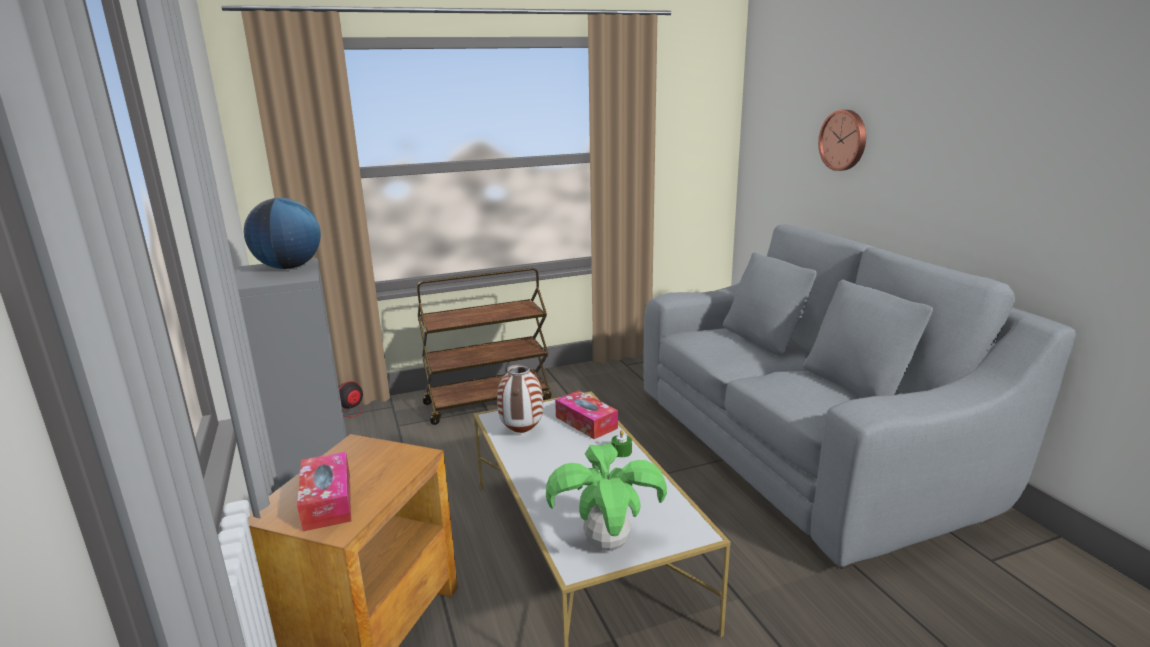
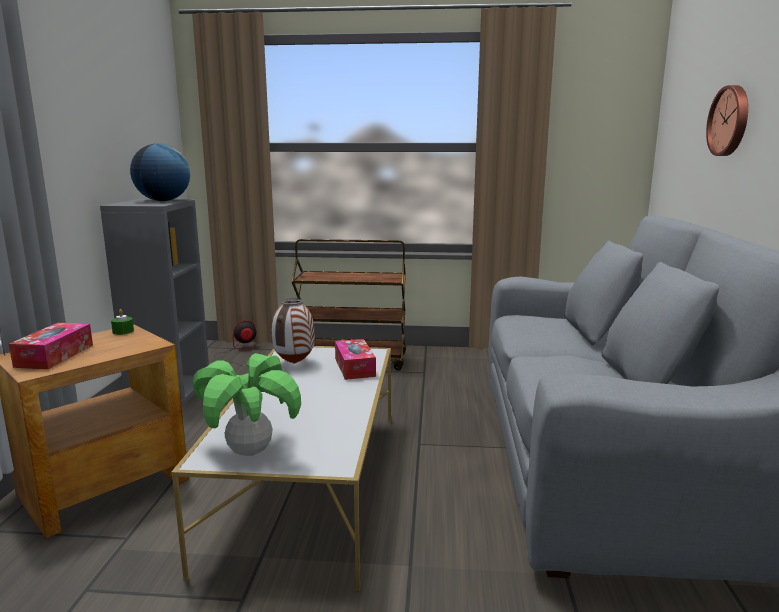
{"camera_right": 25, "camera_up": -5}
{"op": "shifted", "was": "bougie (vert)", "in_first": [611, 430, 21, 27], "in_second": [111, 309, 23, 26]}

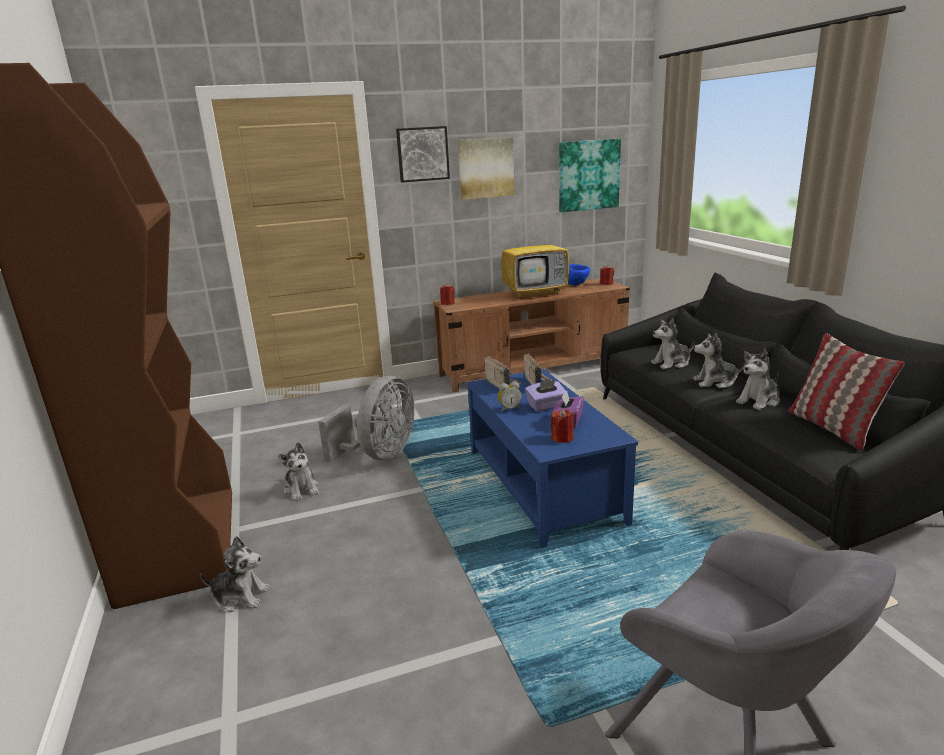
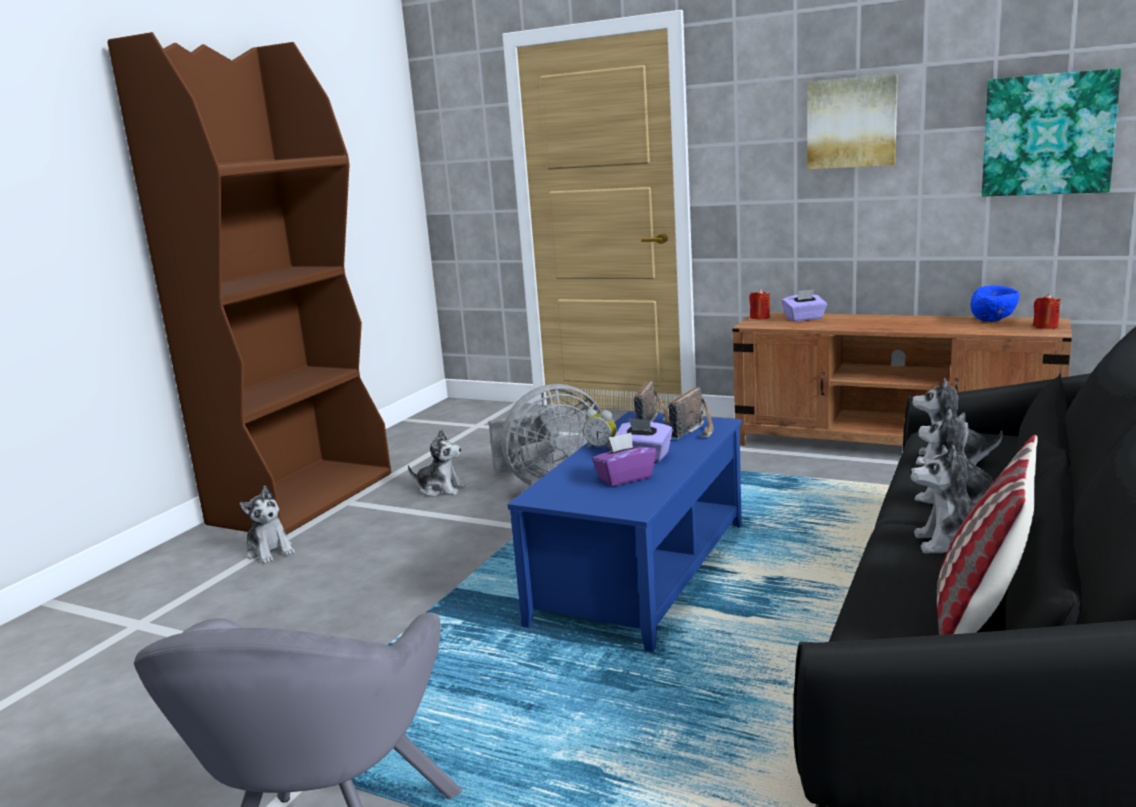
{"camera_right": 45, "camera_up": -5}
{"op": "rotated", "was": "peluche", "in_first": [278, 442, 41, 59], "in_second": [408, 429, 58, 68], "clockwise": -90}
{"op": "gone", "was": "tableau", "in_first": [396, 126, 54, 56]}
{"op": "gone", "was": "téléviseur", "in_first": [501, 227, 68, 72]}
{"op": "gone", "was": "bougie (rouge)", "in_first": [551, 408, 23, 35]}
{"op": "new", "now": "boîte à mouchoirs (violet)", "in_second": [782, 289, 45, 33]}

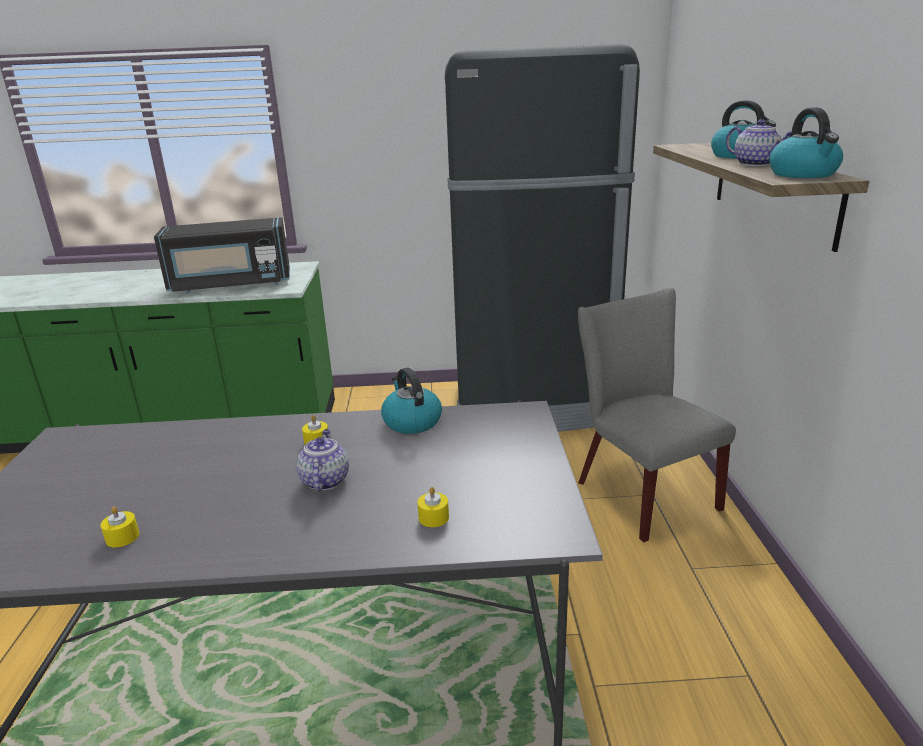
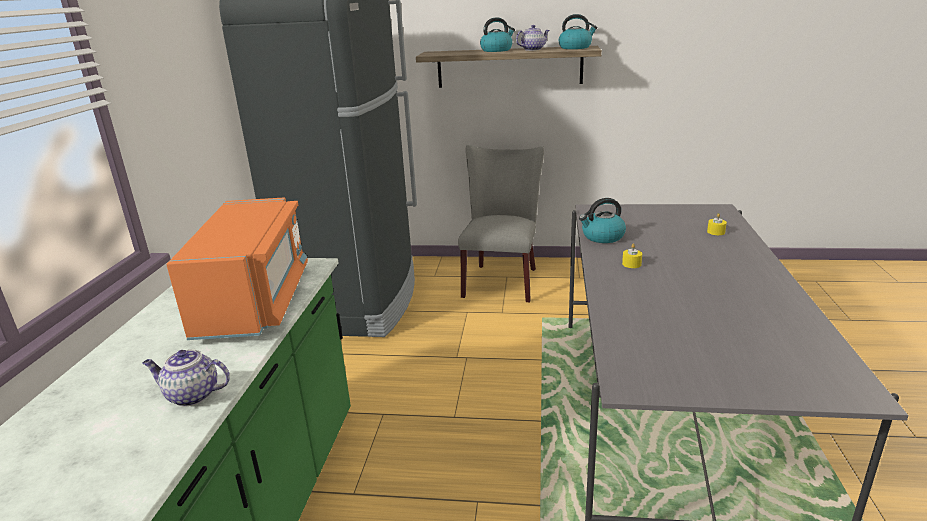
{"camera_right": -80, "camera_up": 0}
{"op": "gone", "was": "bougie (jaune)", "in_first": [100, 506, 39, 41]}
{"op": "repainted", "was": "micro-ondes (noir)", "now": "micro-ondes (orange)", "in_first": [154, 217, 136, 76], "in_second": [166, 197, 142, 143]}
{"op": "shifted", "was": "théière", "in_first": [296, 429, 53, 62], "in_second": [143, 350, 87, 56]}
{"op": "rotated", "was": "chaise (gris)", "in_first": [578, 288, 158, 254], "in_second": [458, 145, 86, 157], "clockwise": 120}

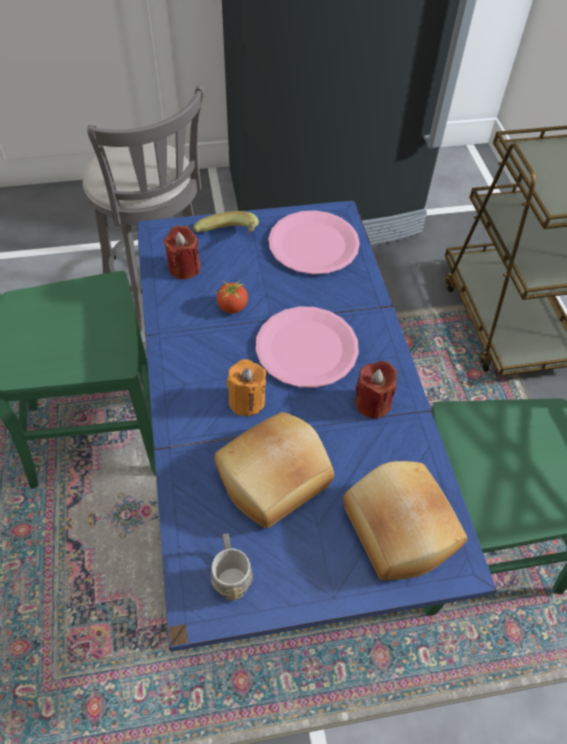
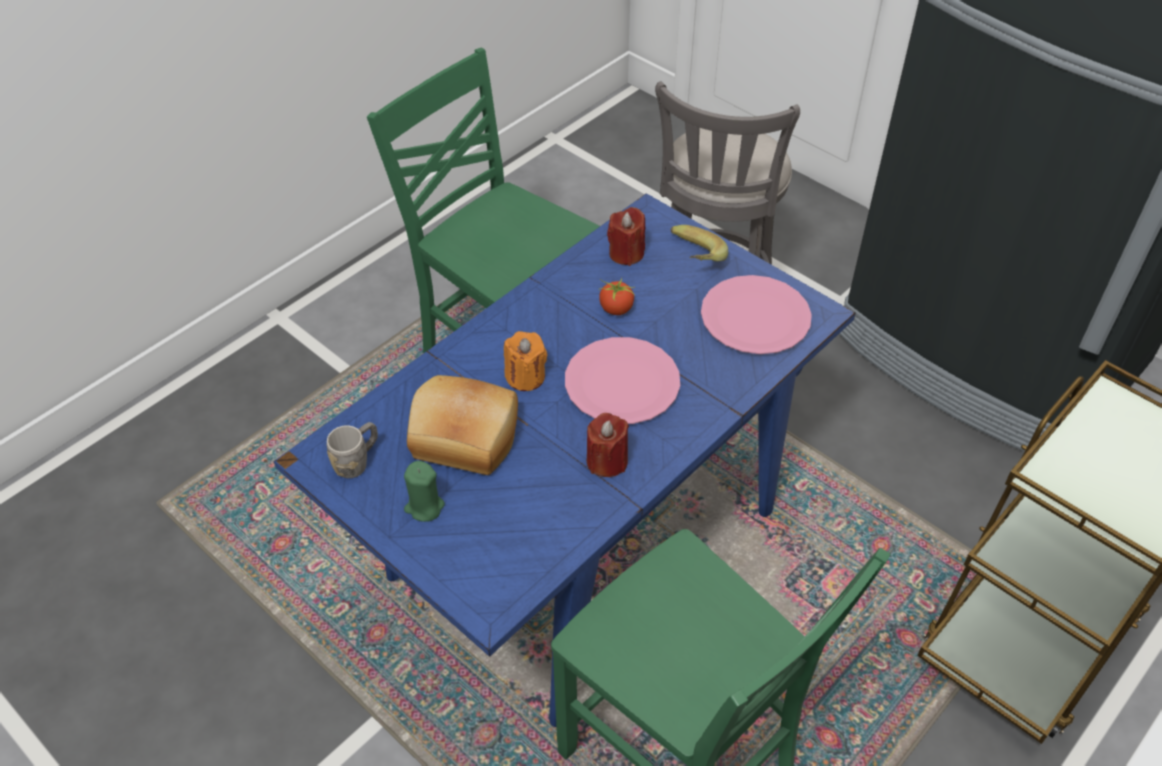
{"camera_right": 55, "camera_up": -5}
{"op": "gone", "was": "pain", "in_first": [343, 461, 124, 119]}
{"op": "new", "now": "bougie (vert)", "in_second": [404, 461, 41, 61]}

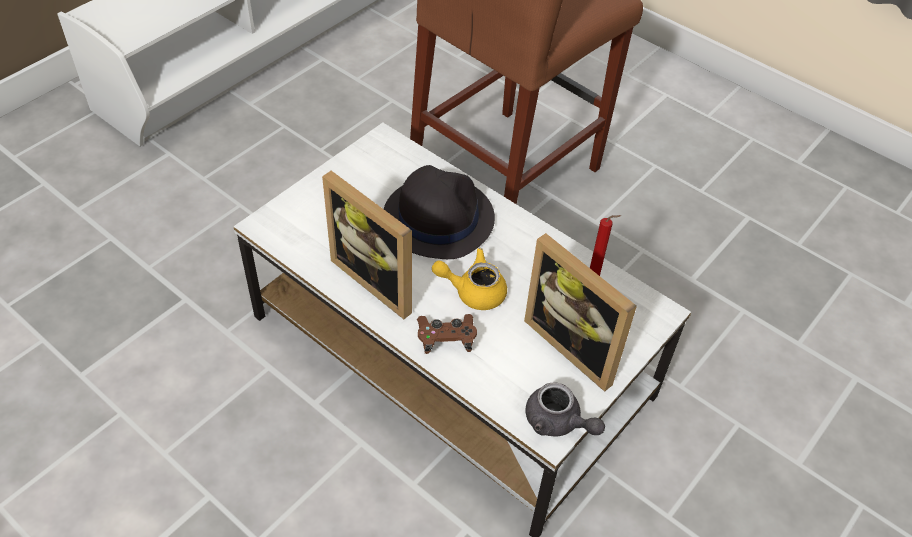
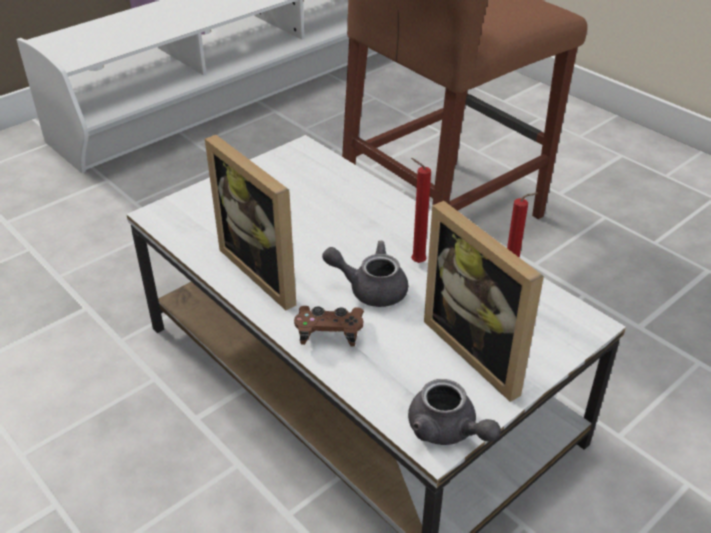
{"camera_right": 10, "camera_up": -10}
{"op": "gone", "was": "chapeau (noir)", "in_first": [384, 165, 111, 94]}
{"op": "repainted", "was": "théière (jaune)", "now": "théière (gris)", "in_first": [432, 248, 75, 62], "in_second": [322, 241, 86, 66]}
{"op": "new", "now": "bougie (rouge)", "in_second": [411, 158, 20, 105]}

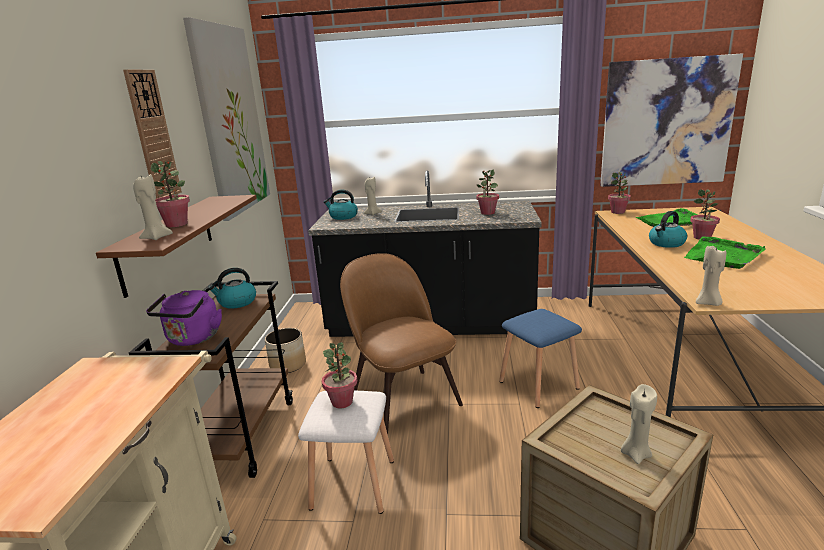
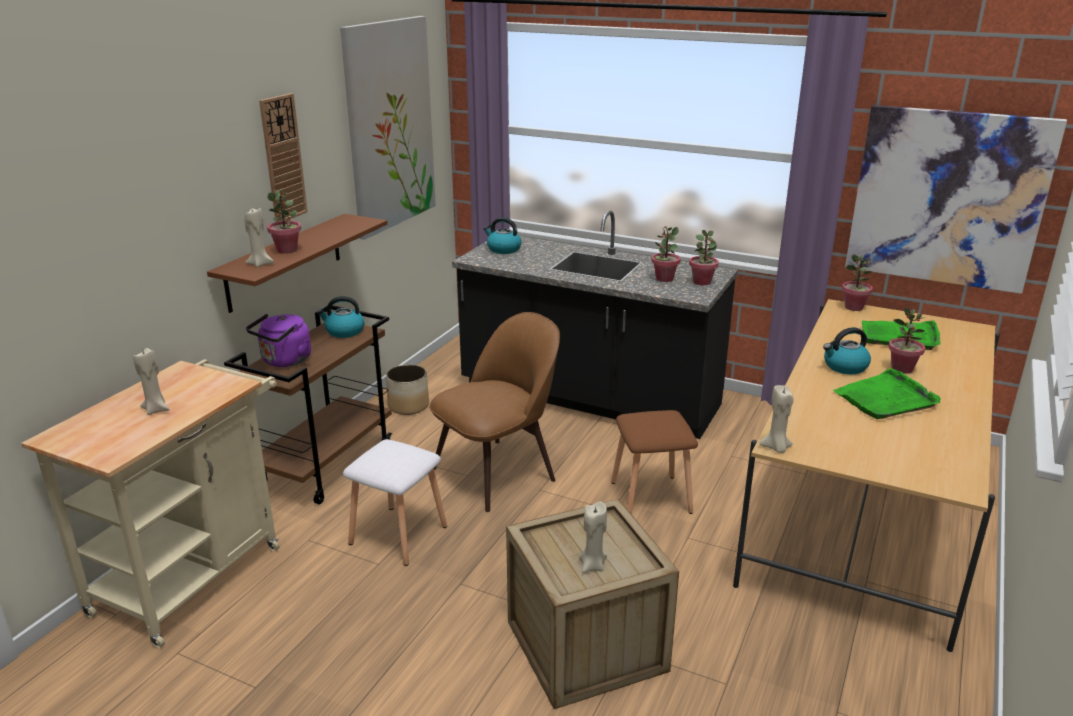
{"camera_right": 20, "camera_up": 5}
{"op": "shifted", "was": "plante en pot", "in_first": [322, 342, 35, 66], "in_second": [689, 230, 30, 55]}
{"op": "rotated", "was": "chaise (marron)", "in_first": [340, 253, 123, 181], "in_second": [429, 312, 131, 200], "clockwise": 60}
{"op": "shifted", "was": "bougie (beige)", "in_first": [364, 177, 18, 38], "in_second": [133, 348, 37, 67]}
{"op": "repainted", "was": "tabouret (bleu)", "now": "tabouret (marron)", "in_first": [499, 309, 83, 99], "in_second": [611, 410, 87, 104]}

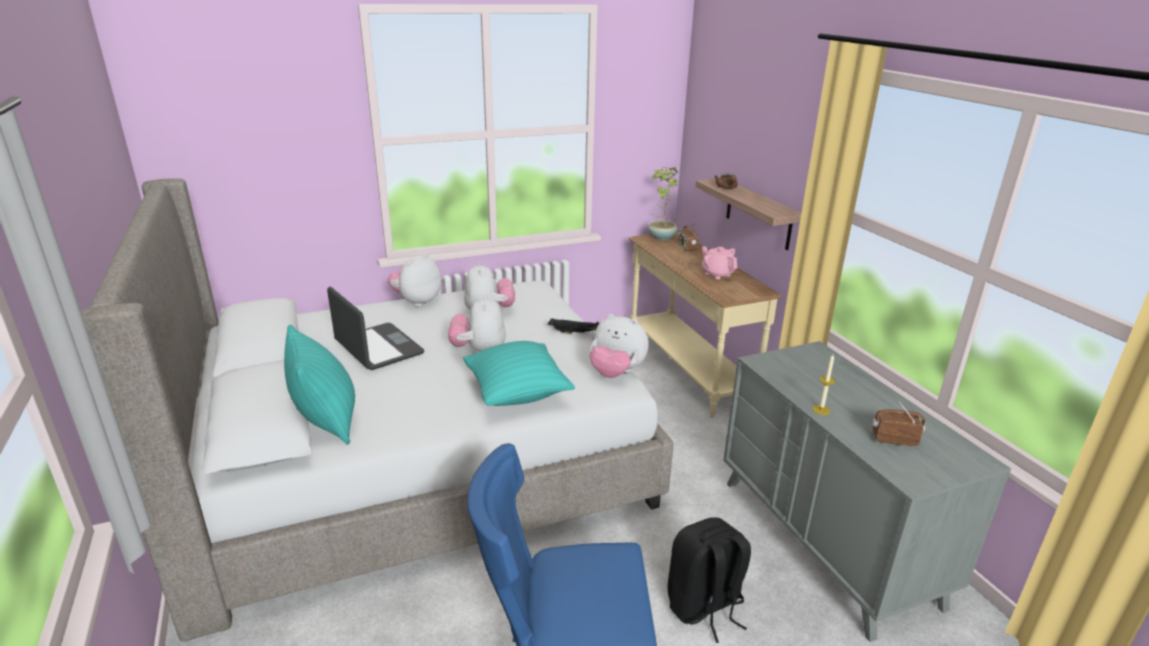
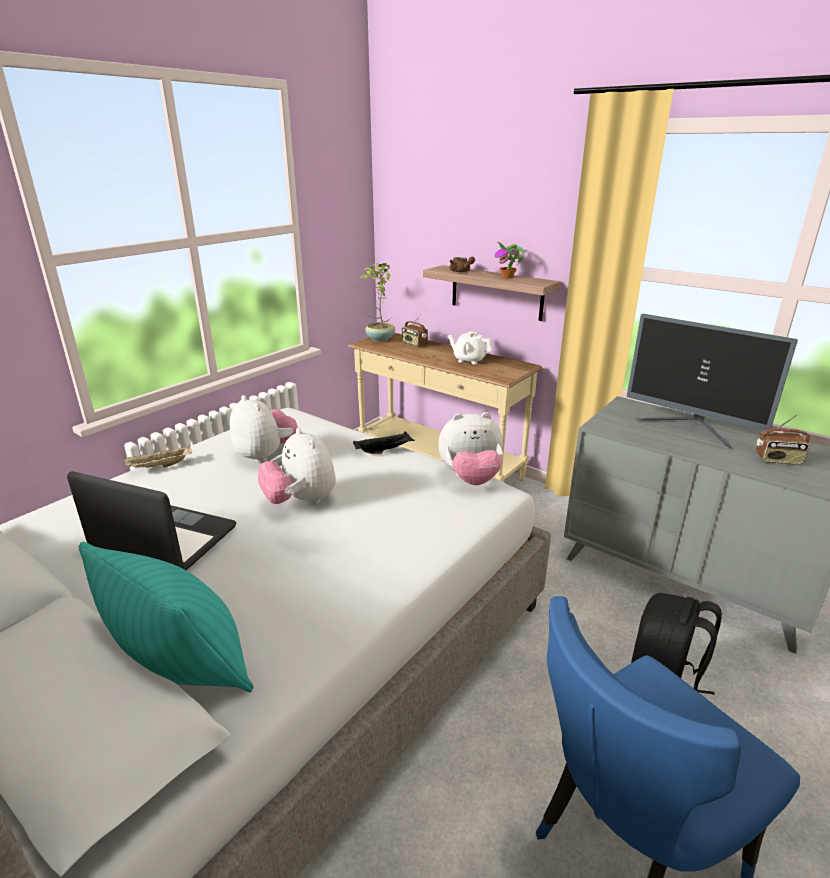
{"camera_right": -30, "camera_up": 0}
{"op": "swapped", "was": "peluche", "now": "plateau (beige)", "in_first": [388, 254, 53, 53], "in_second": [124, 445, 68, 23]}
{"op": "gone", "was": "coussin (turquoise)", "in_first": [463, 341, 112, 65]}
{"op": "repainted", "was": "théière (rose)", "now": "théière (blanc)", "in_first": [702, 246, 35, 33], "in_second": [448, 332, 45, 32]}
{"op": "gone", "was": "bougie", "in_first": [813, 355, 22, 60]}
{"op": "rotated", "was": "radio", "in_first": [872, 401, 54, 45], "in_second": [756, 415, 54, 50], "clockwise": -150}
{"op": "new", "now": "plante en pot", "in_second": [494, 242, 30, 36]}
{"op": "new", "now": "écran d'ordinateur", "in_second": [627, 314, 171, 135]}

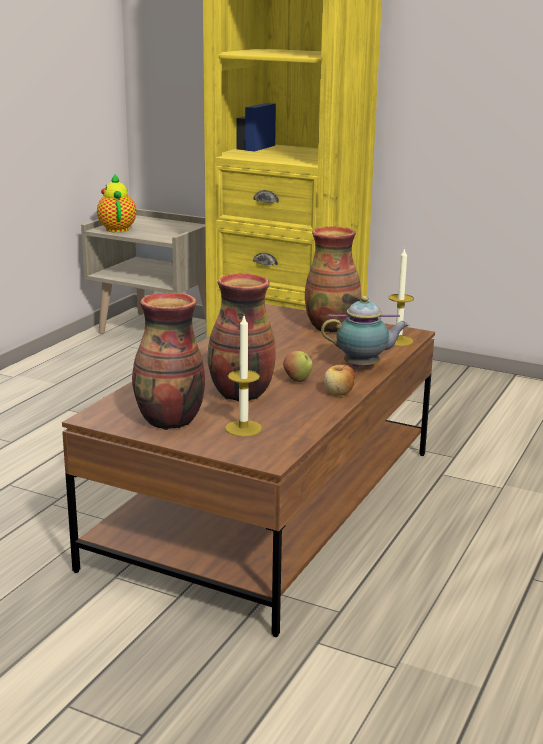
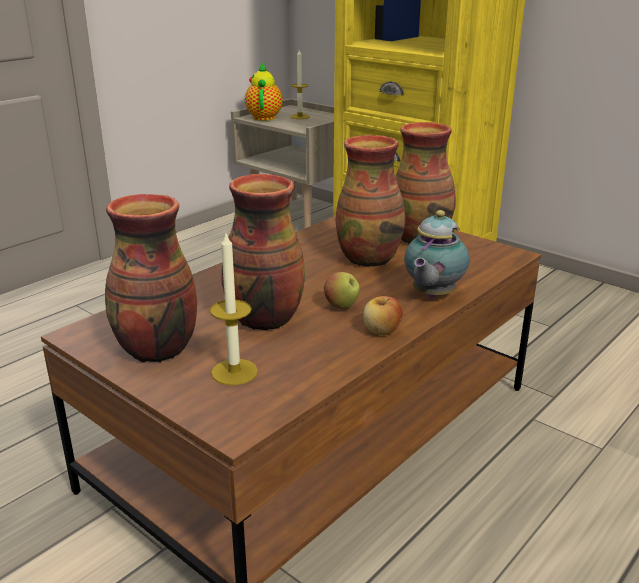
{"camera_right": 15, "camera_up": 5}
{"op": "rotated", "was": "théière", "in_first": [321, 296, 88, 71], "in_second": [404, 210, 65, 88], "clockwise": 105}
{"op": "shifted", "was": "bougie", "in_first": [389, 247, 25, 99], "in_second": [290, 50, 20, 69]}
{"op": "new", "now": "vase", "in_second": [336, 135, 69, 132]}

